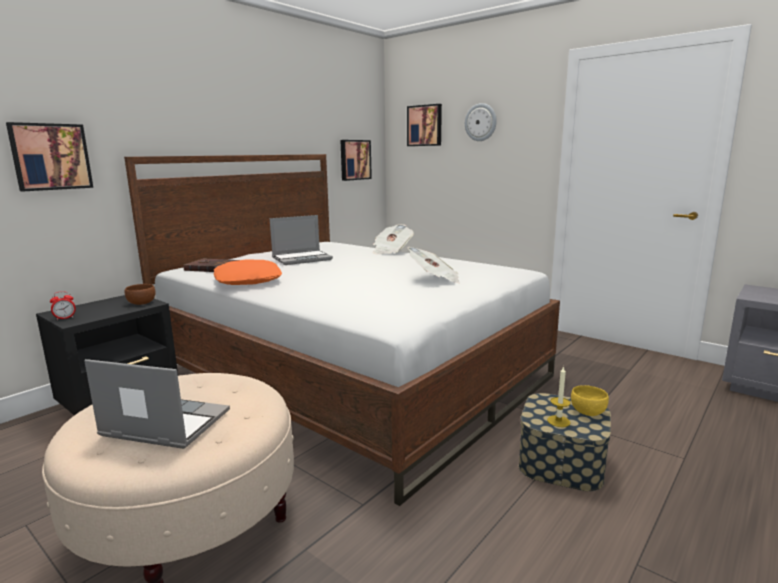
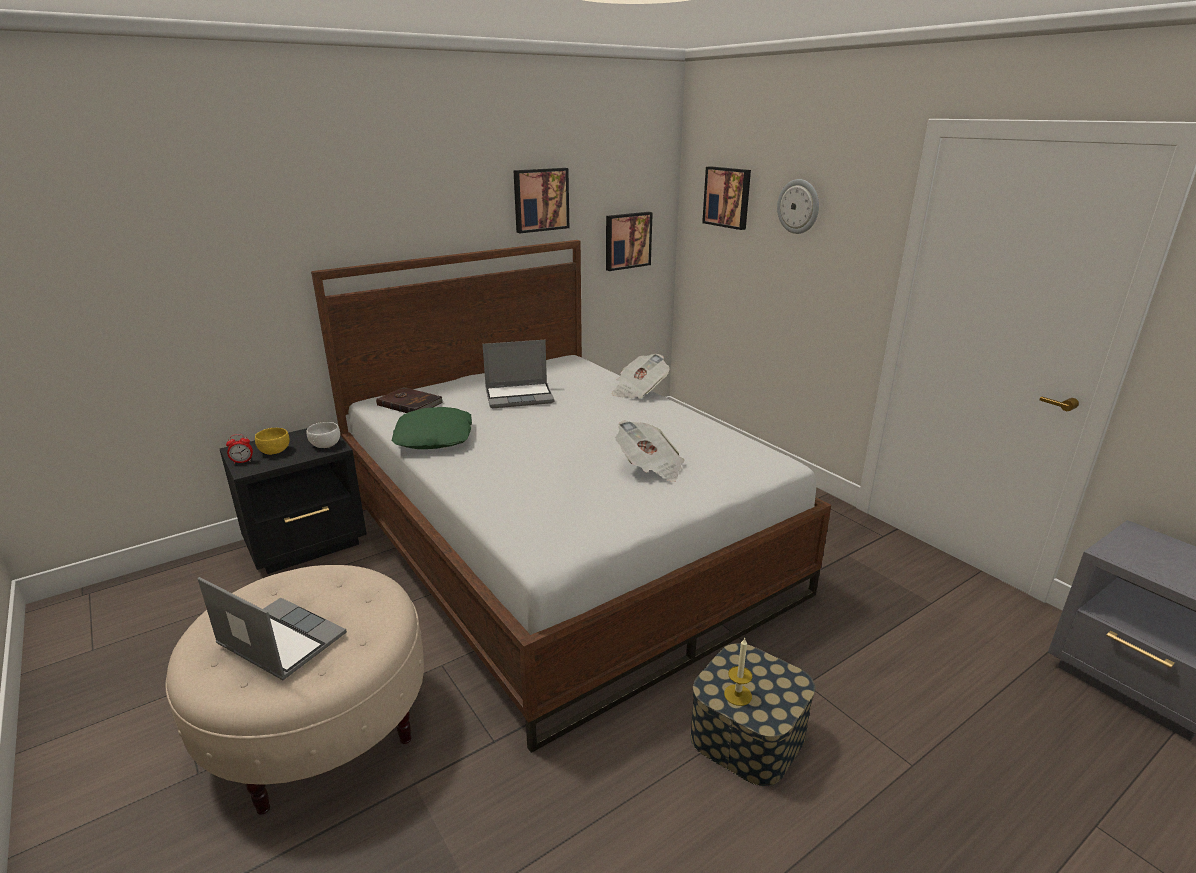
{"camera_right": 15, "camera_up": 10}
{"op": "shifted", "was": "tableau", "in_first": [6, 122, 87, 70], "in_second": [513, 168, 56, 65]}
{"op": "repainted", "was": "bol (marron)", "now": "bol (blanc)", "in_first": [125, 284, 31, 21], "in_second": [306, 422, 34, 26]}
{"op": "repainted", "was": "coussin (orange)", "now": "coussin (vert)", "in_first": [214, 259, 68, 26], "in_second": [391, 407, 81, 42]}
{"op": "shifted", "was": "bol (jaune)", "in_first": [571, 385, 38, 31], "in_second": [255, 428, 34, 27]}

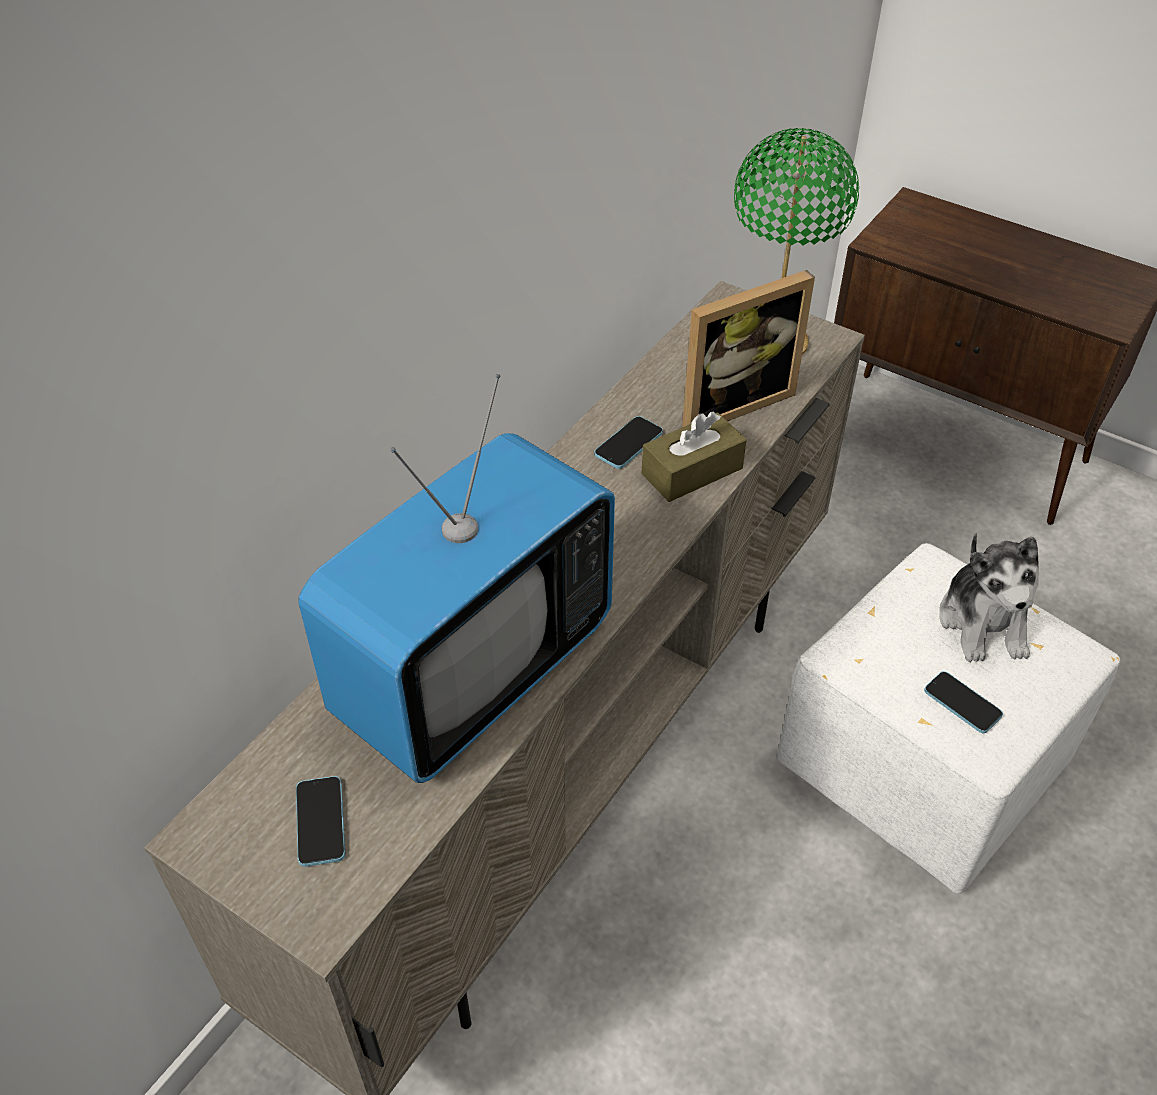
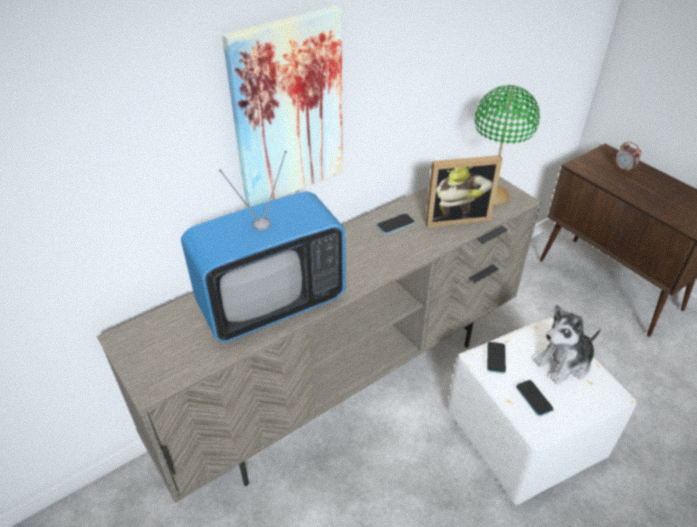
{"camera_right": 20, "camera_up": -5}
{"op": "shifted", "was": "téléphone", "in_first": [296, 776, 49, 91], "in_second": [487, 342, 19, 32]}
{"op": "gone", "was": "boîte à mouchoirs (marron)", "in_first": [641, 412, 106, 90]}
{"op": "rotated", "was": "peluche", "in_first": [939, 533, 100, 129], "in_second": [533, 305, 68, 79], "clockwise": 45}
{"op": "new", "now": "tableau", "in_second": [222, 6, 121, 201]}
{"op": "new", "now": "réveil", "in_second": [615, 142, 27, 31]}

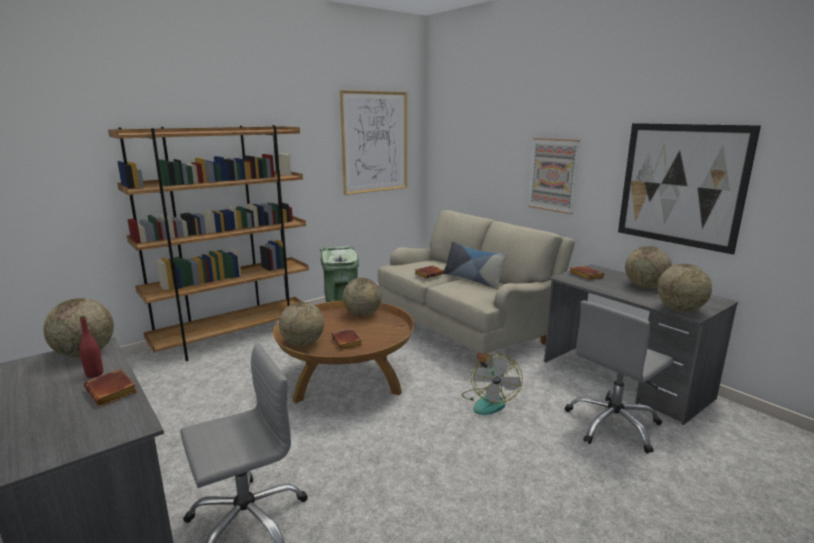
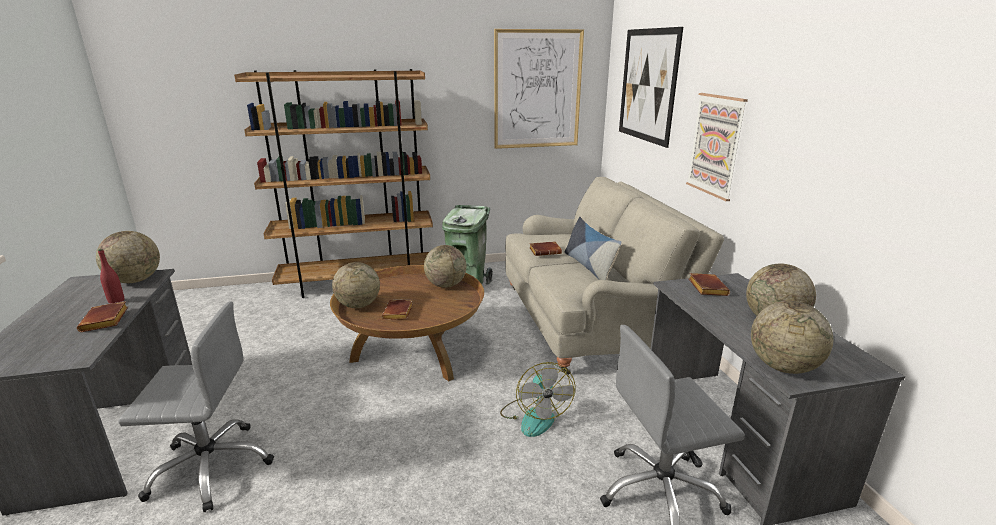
{"camera_right": 25, "camera_up": 5}
{"op": "rotated", "was": "ventilateur", "in_first": [462, 354, 61, 61], "in_second": [500, 362, 75, 75], "clockwise": -45}
{"op": "shifted", "was": "tableau", "in_first": [618, 123, 143, 132], "in_second": [619, 27, 64, 121]}

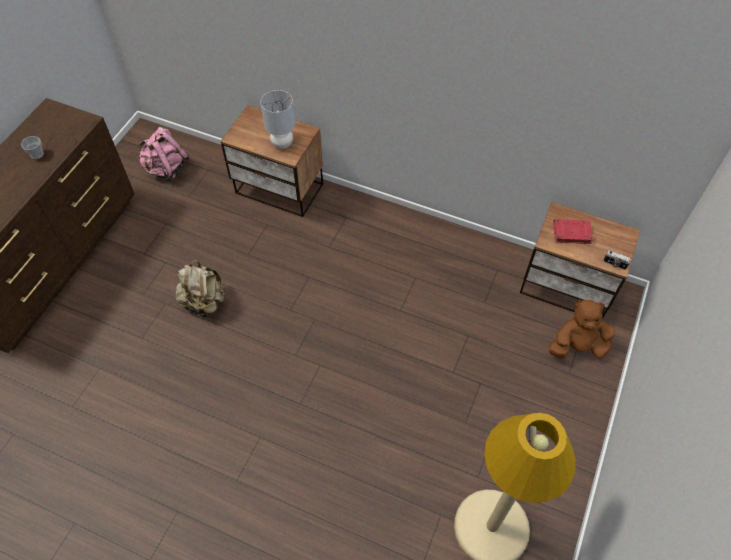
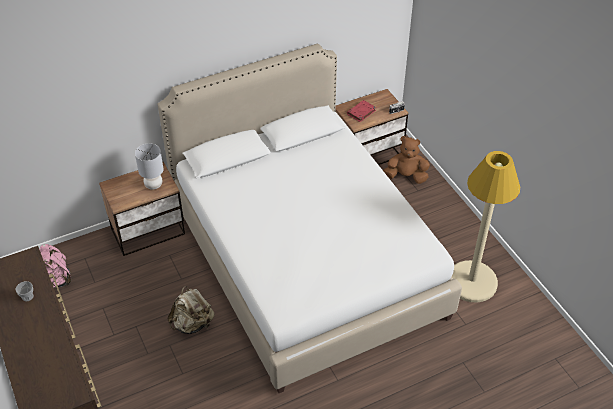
{"camera_right": -50, "camera_up": -10}
{"op": "rotated", "was": "peluche (marron)", "in_first": [548, 300, 68, 59], "in_second": [383, 136, 47, 48], "clockwise": 60}
{"op": "new", "now": "lit (blanc)", "in_second": [158, 44, 304, 349]}

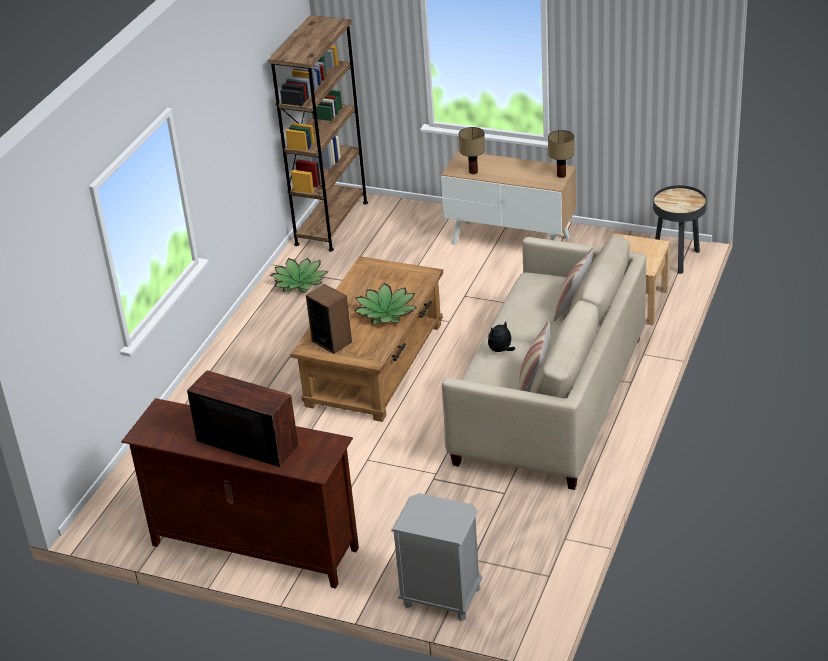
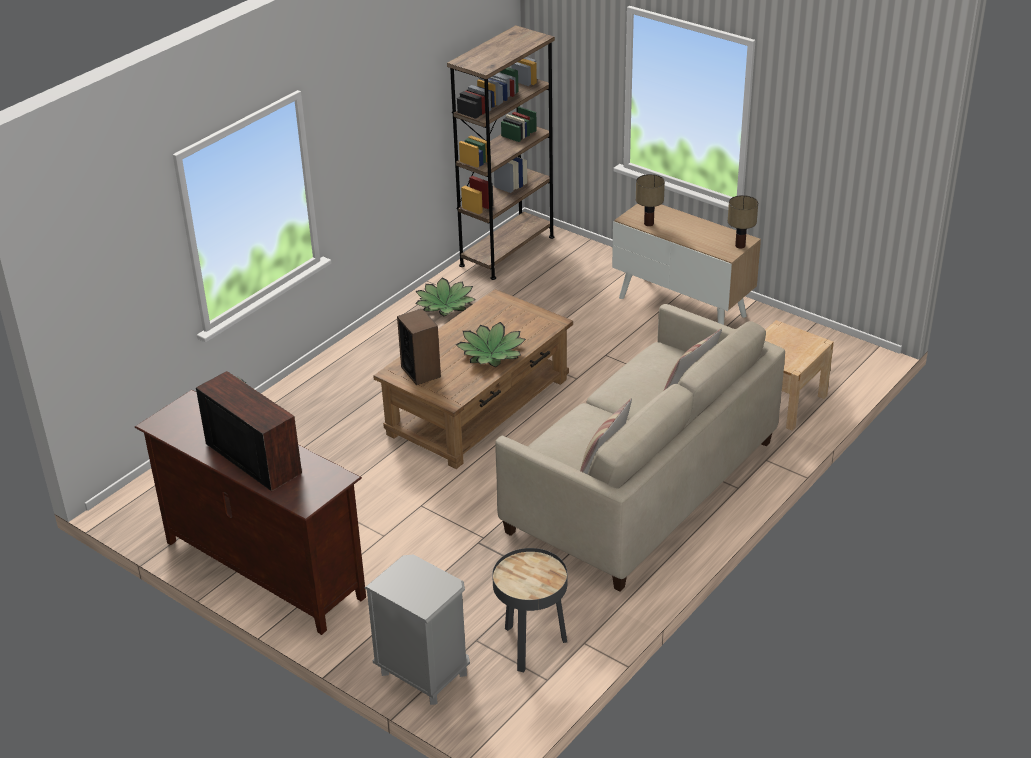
{"camera_right": 15, "camera_up": 0}
{"op": "gone", "was": "peluche", "in_first": [488, 321, 27, 31]}
{"op": "shifted", "was": "table d'appoint (noir)", "in_first": [653, 185, 54, 89], "in_second": [492, 548, 75, 124]}

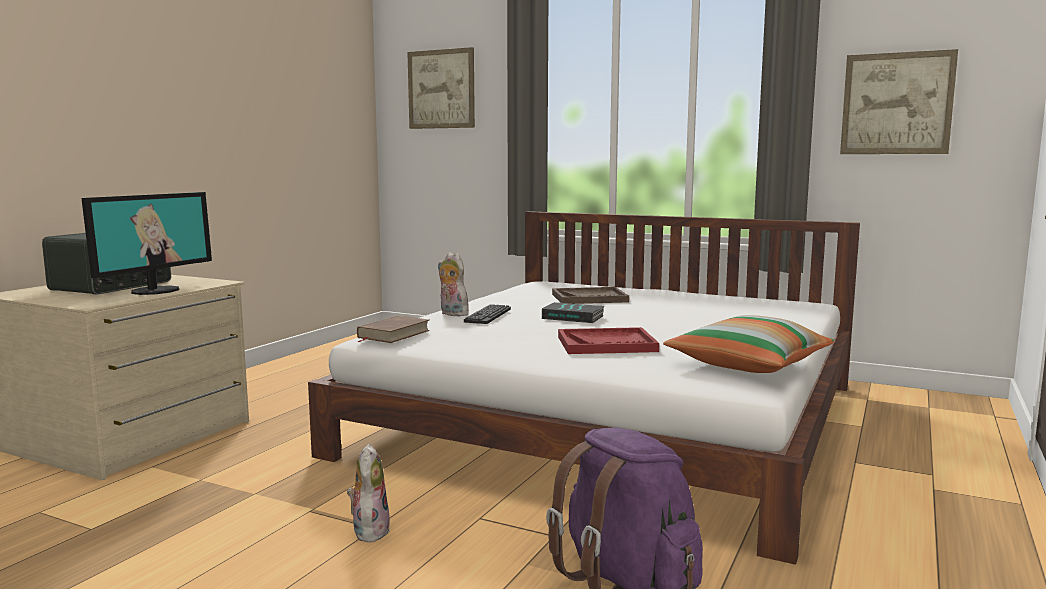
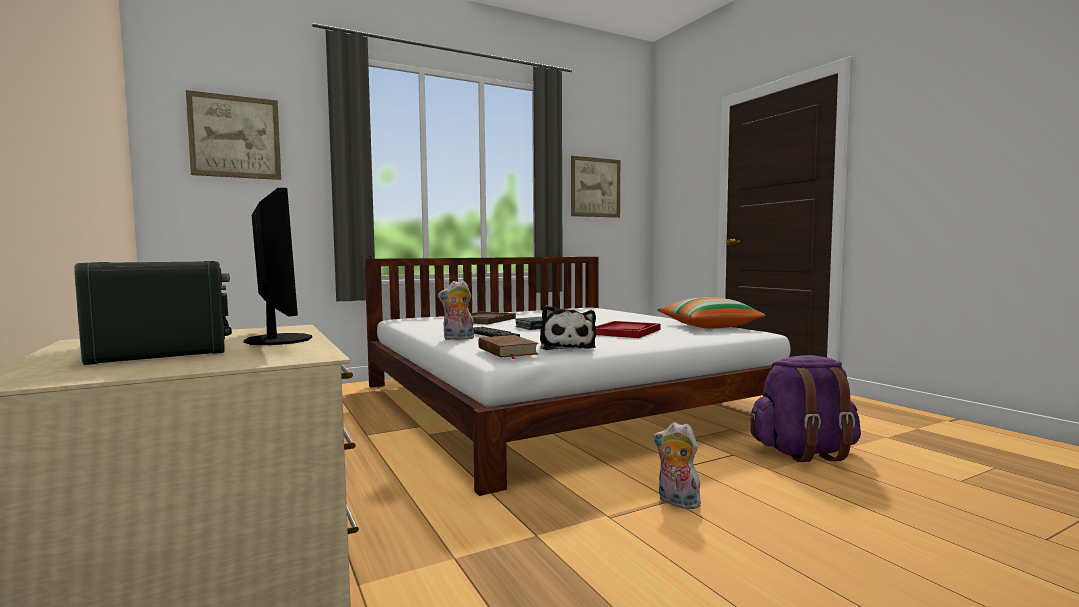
{"camera_right": -55, "camera_up": -5}
{"op": "new", "now": "peluche", "in_second": [540, 305, 56, 45]}

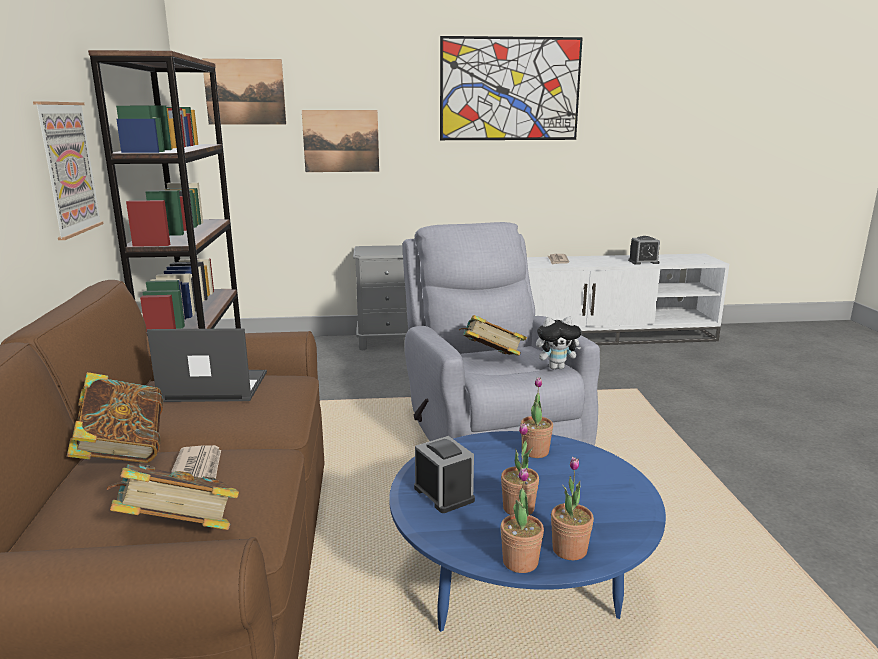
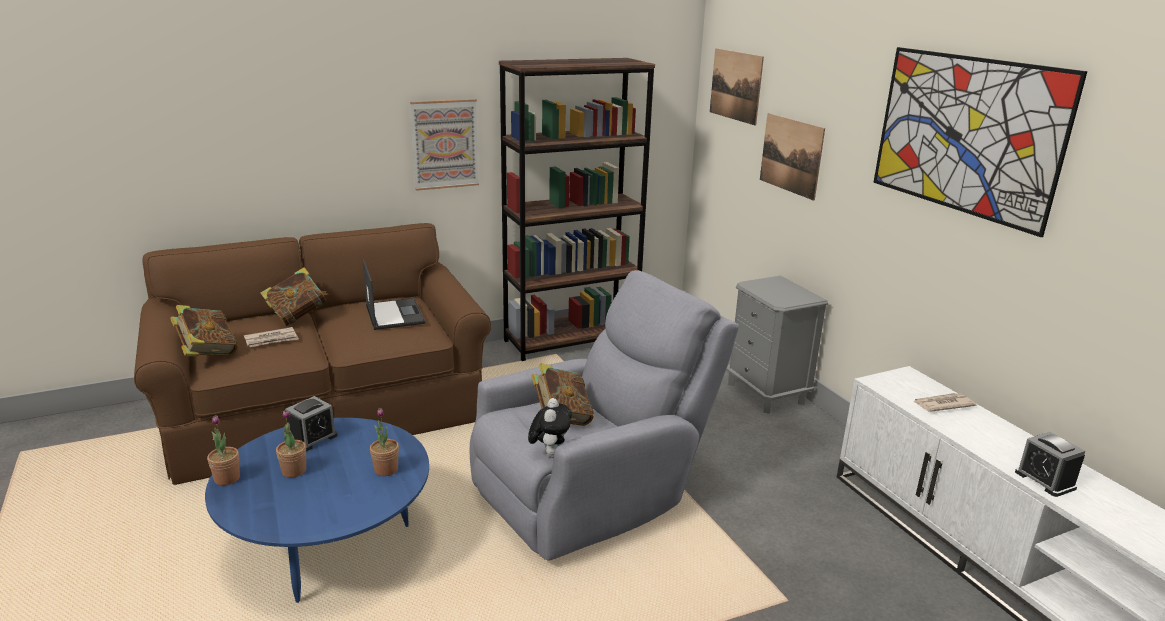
{"camera_right": 70, "camera_up": 5}
{"op": "rotated", "was": "peluche", "in_first": [536, 317, 46, 52], "in_second": [528, 398, 44, 60], "clockwise": -150}
{"op": "gone", "was": "plante en pot", "in_first": [551, 457, 43, 103]}

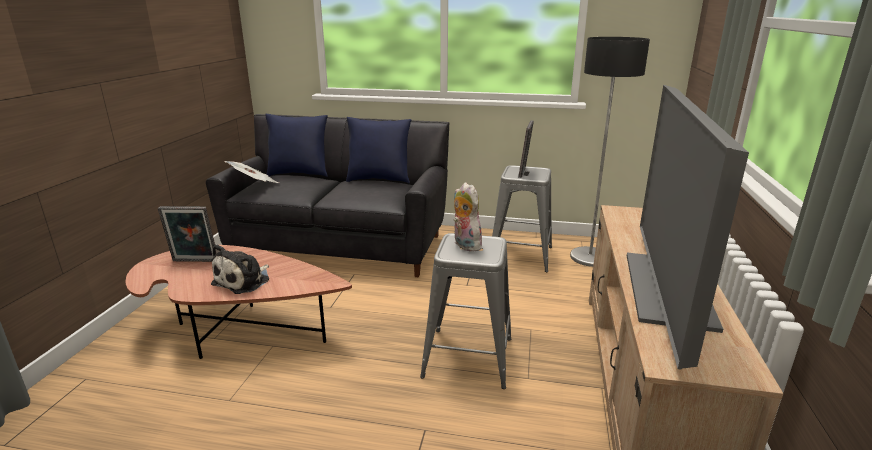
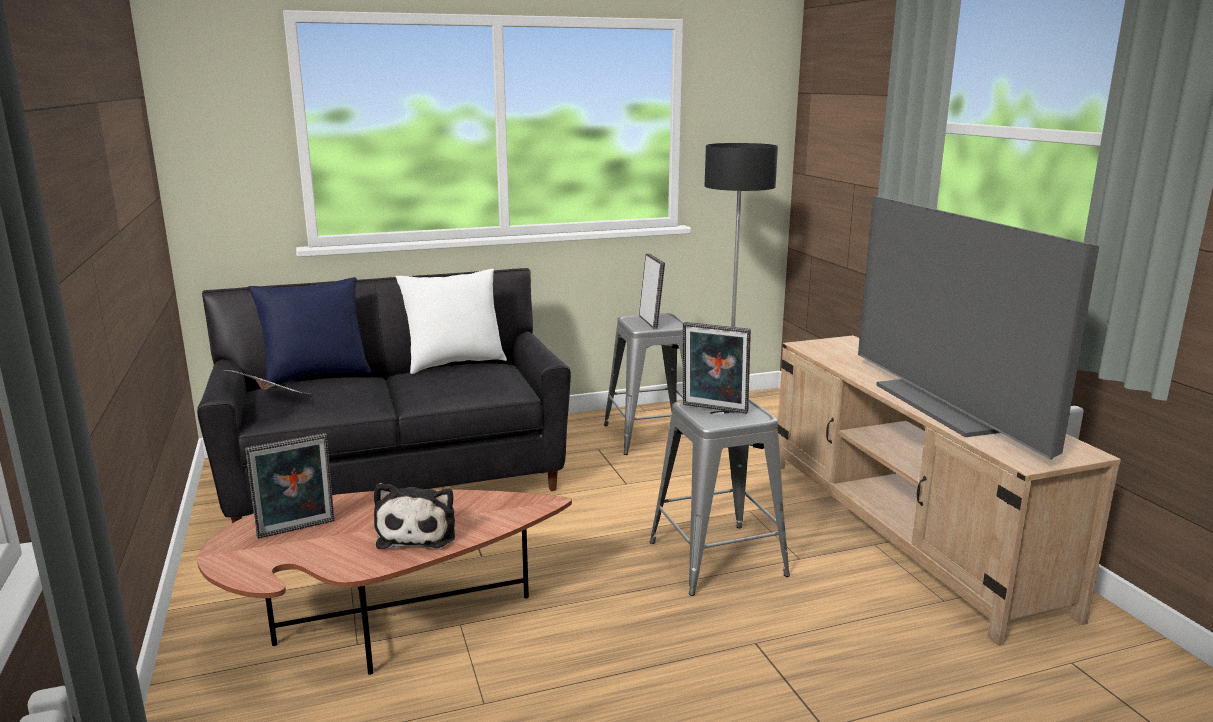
{"camera_right": -30, "camera_up": -5}
{"op": "repainted", "was": "coussin (bleu)", "now": "coussin (blanc)", "in_first": [346, 117, 65, 66], "in_second": [396, 269, 111, 105]}
{"op": "swapped", "was": "peluche", "now": "cadre photo", "in_first": [453, 182, 29, 69], "in_second": [683, 322, 68, 92]}

